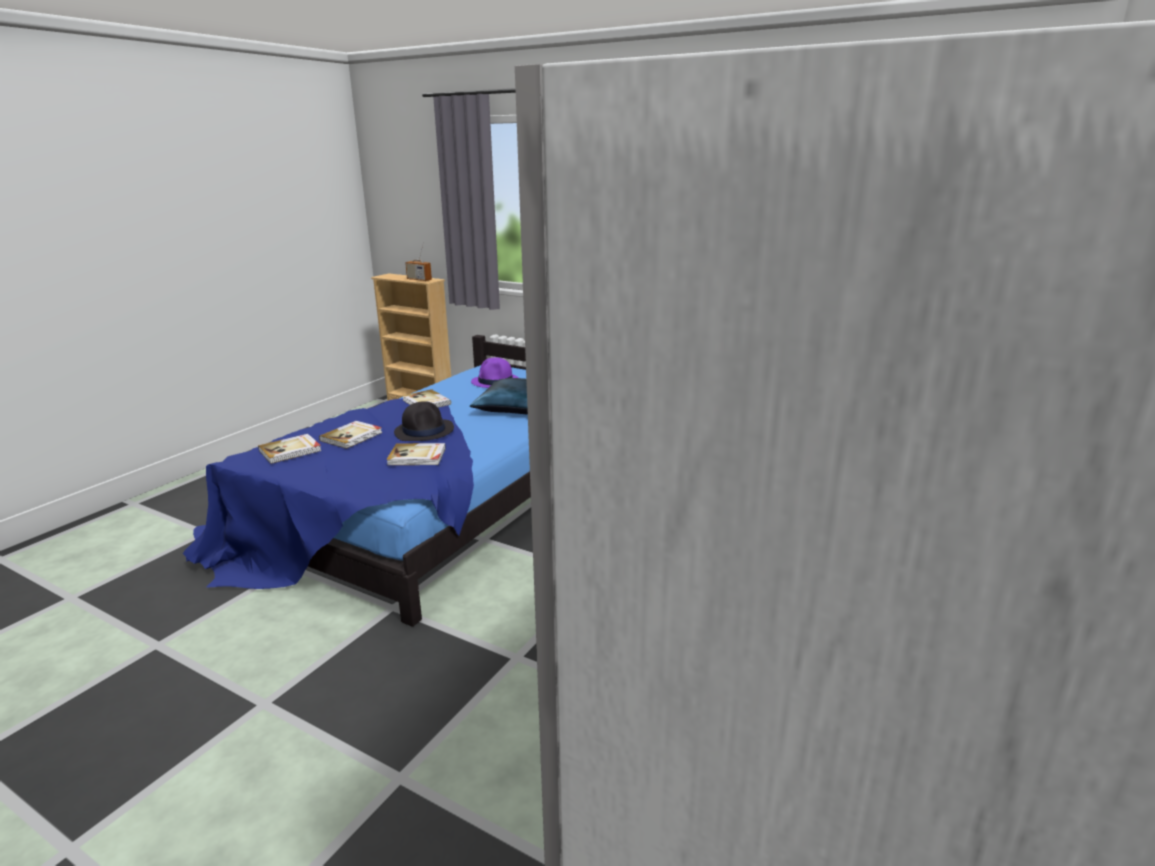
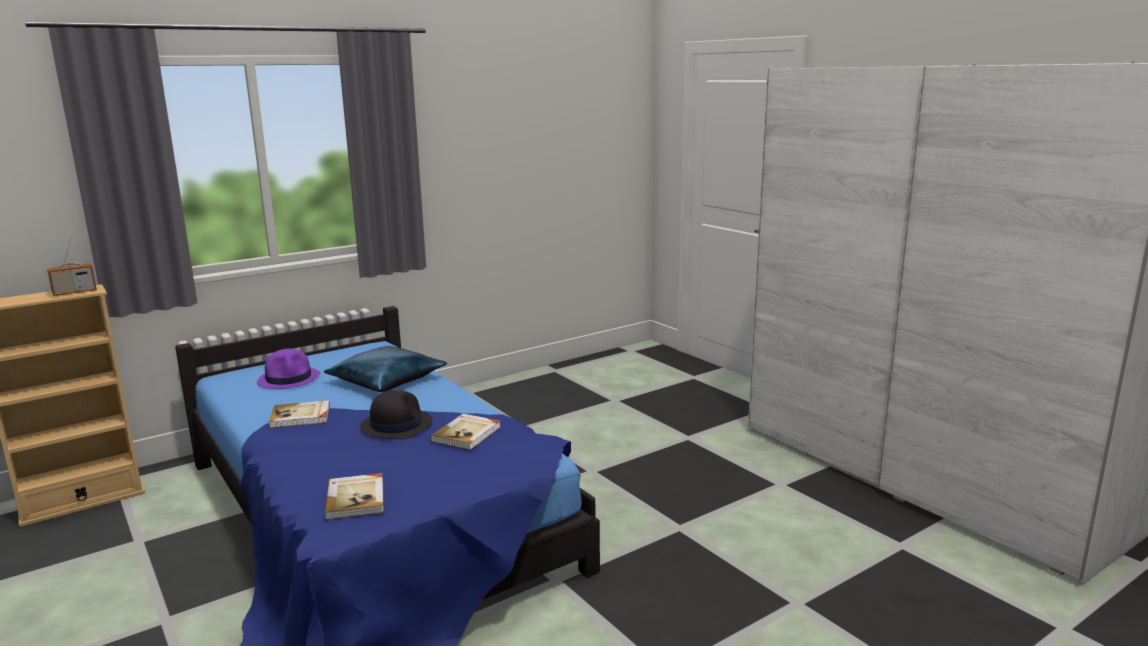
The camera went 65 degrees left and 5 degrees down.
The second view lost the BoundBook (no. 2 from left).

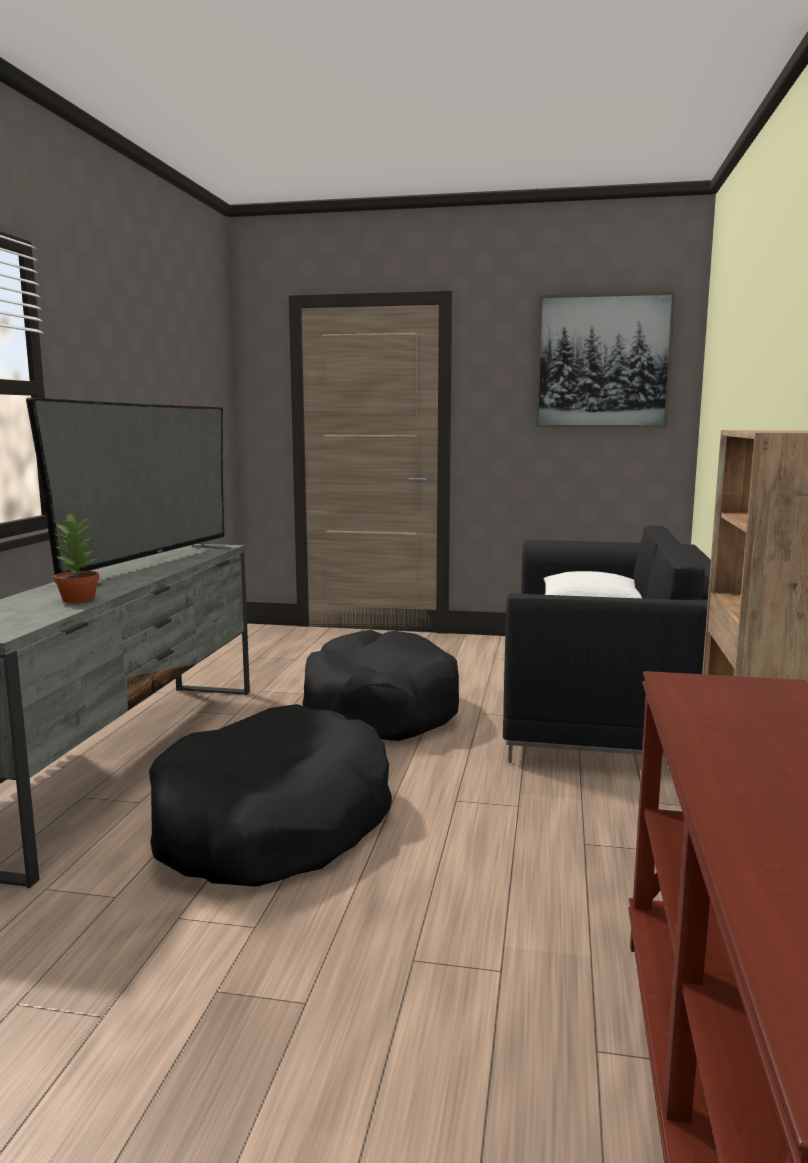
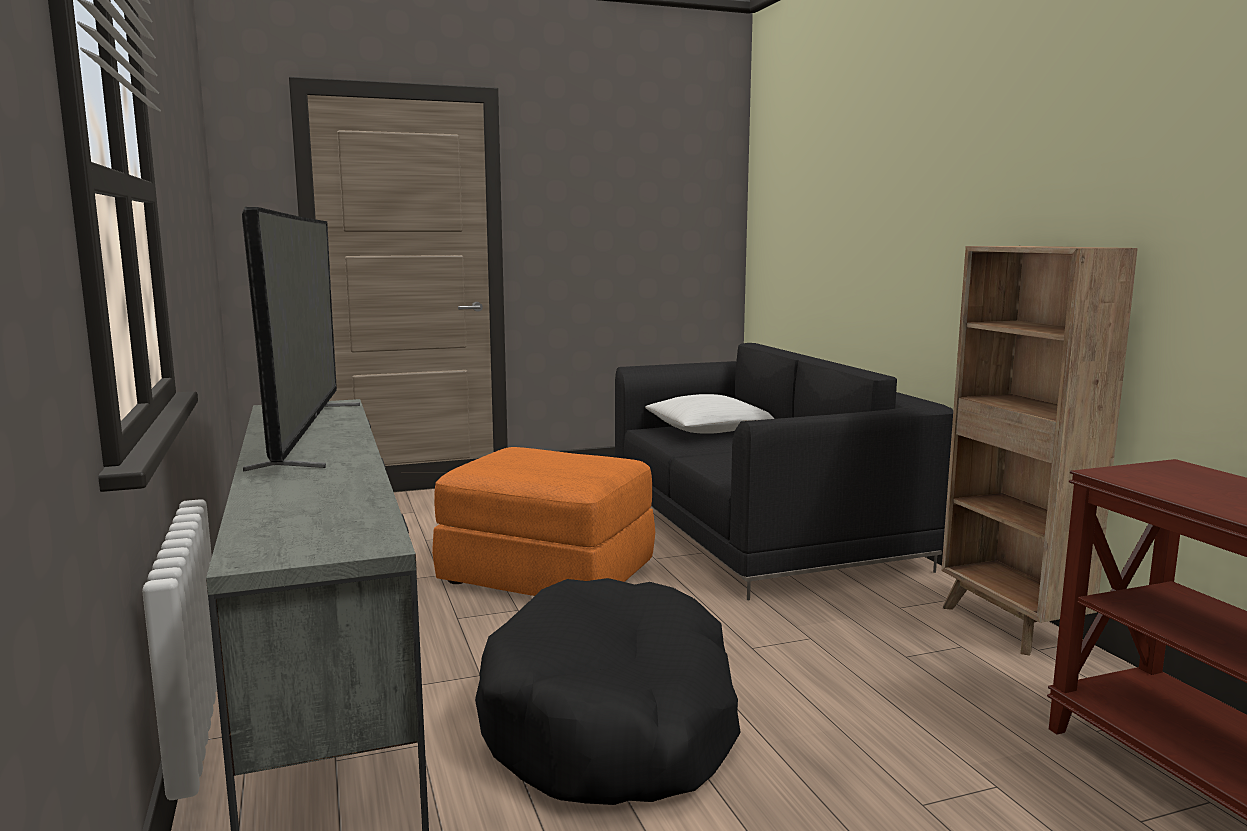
The camera went 30 degrees left and 0 degrees up.
Where the BlackColouredDogBed (no. 2 from left) stood, the OrangeOttoman came to stand.
The second view lost the Houseplant.
The second view lost the WallPicture.

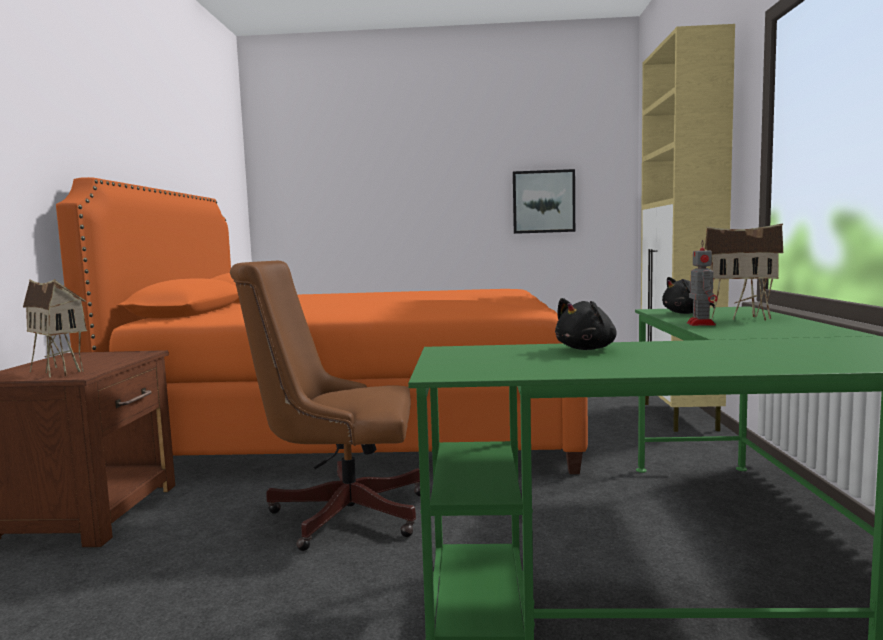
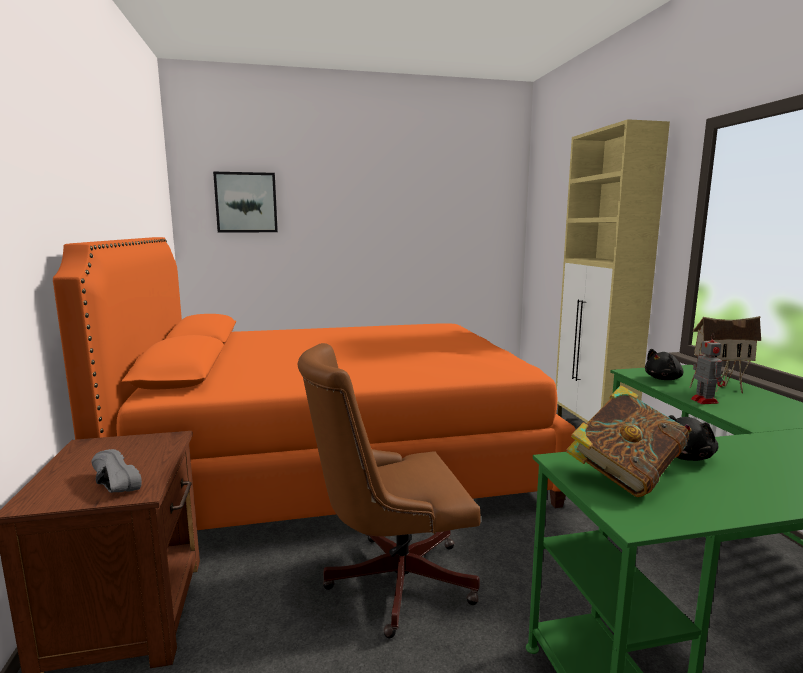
The camera went 15 degrees left and 5 degrees up.
Where the MiniatureHouse (no. 1 from left) stood, the GreyLowShoe came to stand.
The WallPicture ended up elsewhere.
The second view gained the BoundBook.

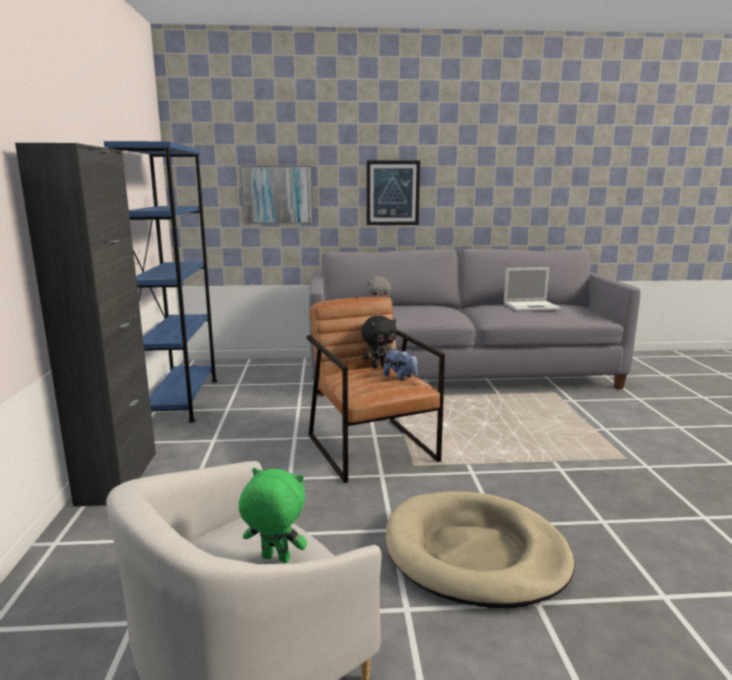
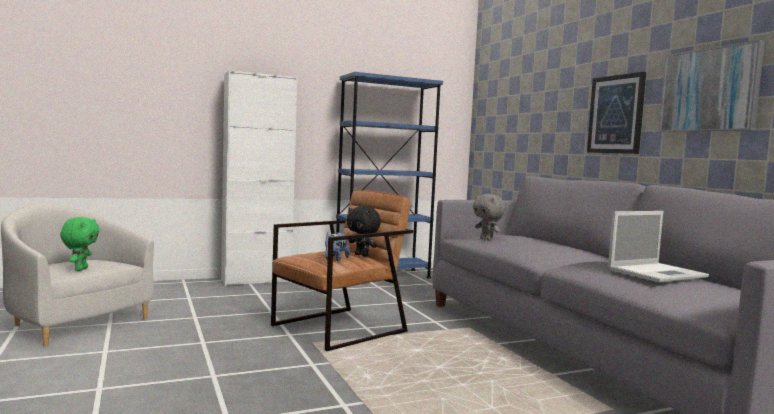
The camera went 70 degrees right and 10 degrees down.
What was the BlackColouredCupboard turned into the WhiteColouredCupboard.
The PortableComputer ended up facing another way, 90 degrees counterclockwise from before.
The WallPicture (no. 1 from left in the first image) ended up elsewhere.
The second view lost the BeigeColouredDogBed.

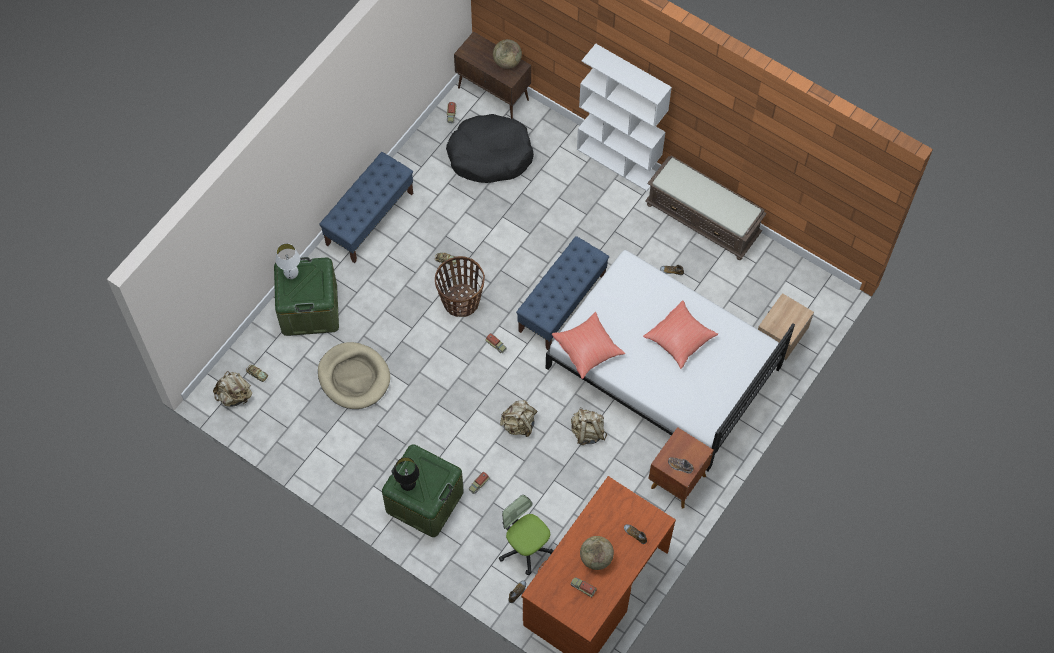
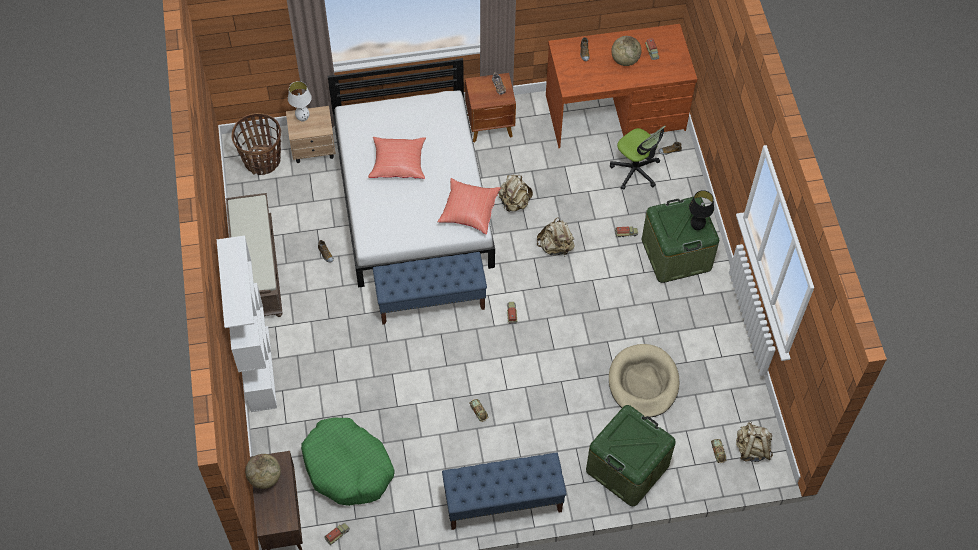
The camera went 135 degrees left and 5 degrees down.
The HouseholdBasket ended up elsewhere.
The WhiteColouredTableLamp ended up elsewhere.
What was the BlackColouredDogBed turned into the GreenishDogBed.
The ComputerChair ended up facing another way, 45 degrees counterclockwise from before.

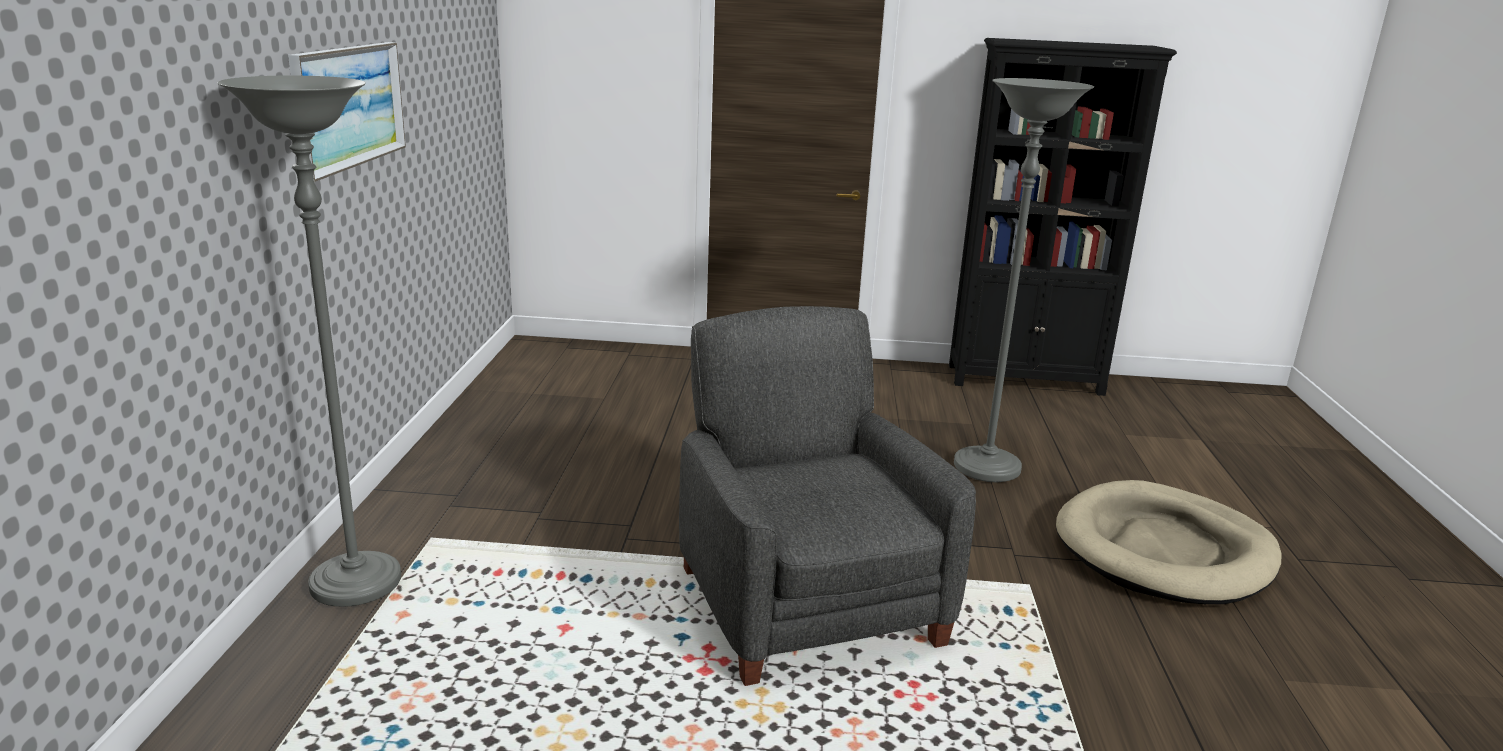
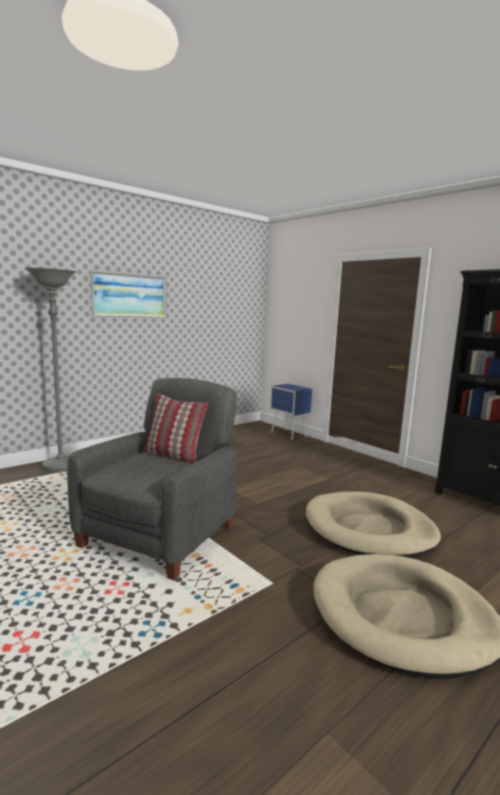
The camera went 45 degrees right and 10 degrees down.
The second view gained the ThrowPillow.
The second view gained the BluishNightstand.
Where the GreyFloorLamp (no. 2 from left) stood, the BeigeColouredDogBed (no. 1 from left) came to stand.

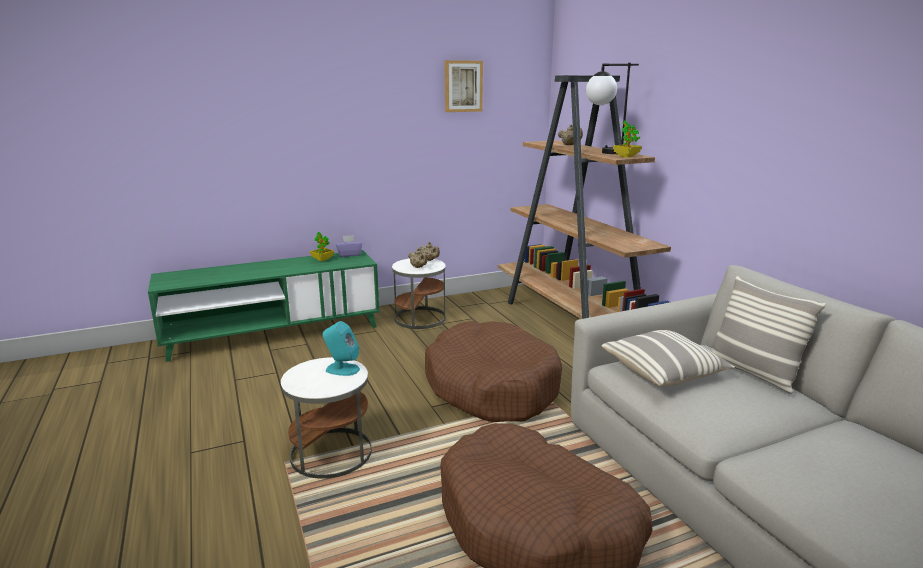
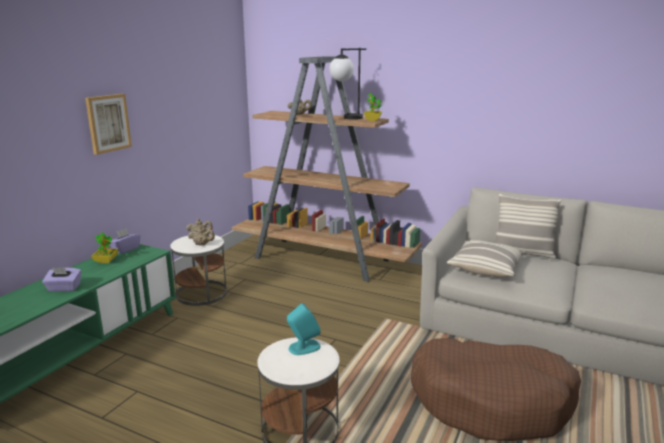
The camera went 40 degrees left and 0 degrees up.
The second view gained the PurpleTissueBox (no. 1 from left).
The WallPicture ended up elsewhere.
The second view lost the BrownishDogBed (no. 1 from left).

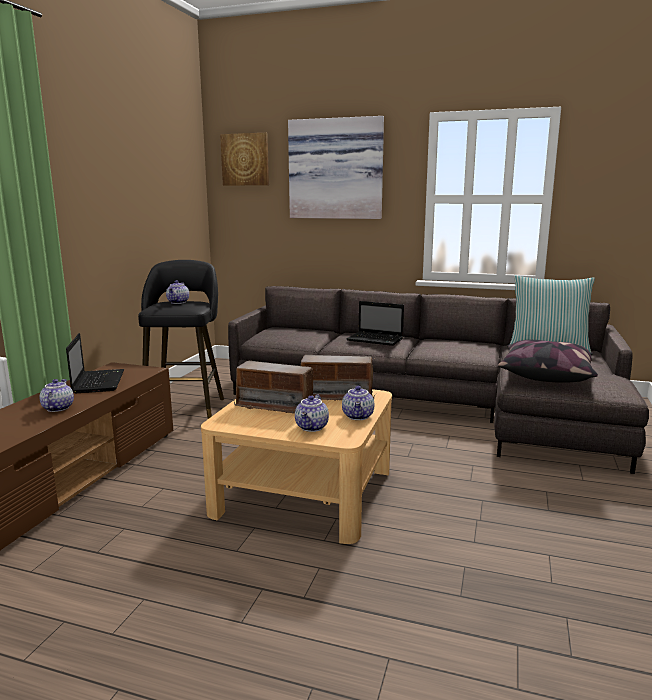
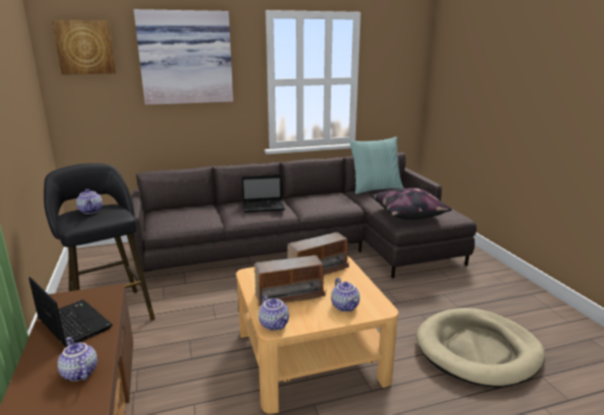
The camera went 35 degrees left and 5 degrees up.
The PotForTea (no. 4 from left in the first image) ended up elsewhere.
The second view gained the BeigeColouredDogBed.

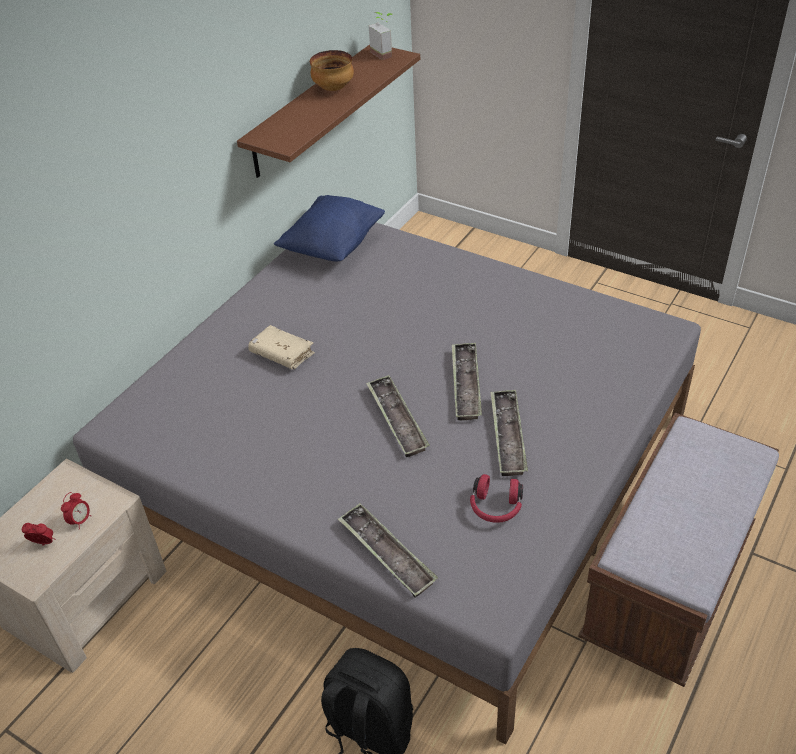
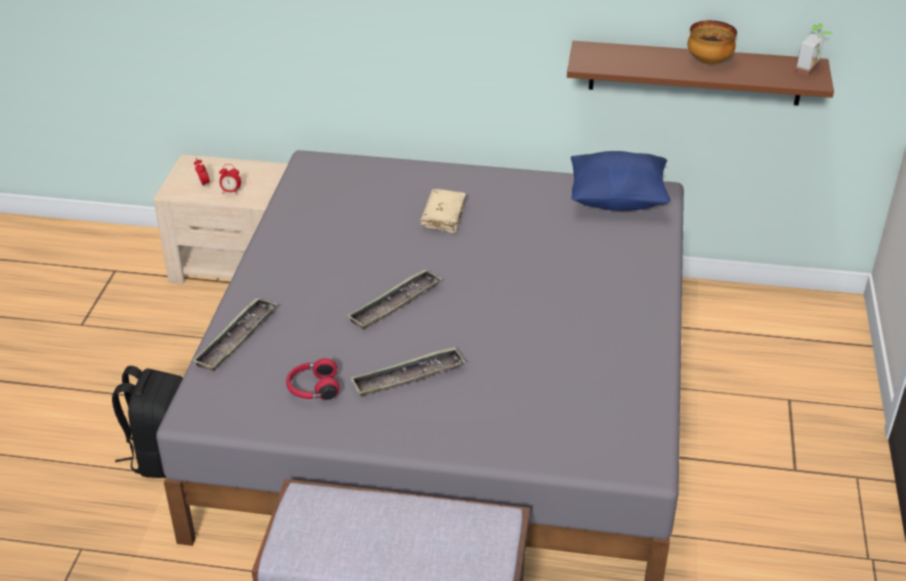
The camera went 65 degrees right and 5 degrees down.
The second view lost the Tray (no. 3 from left).

